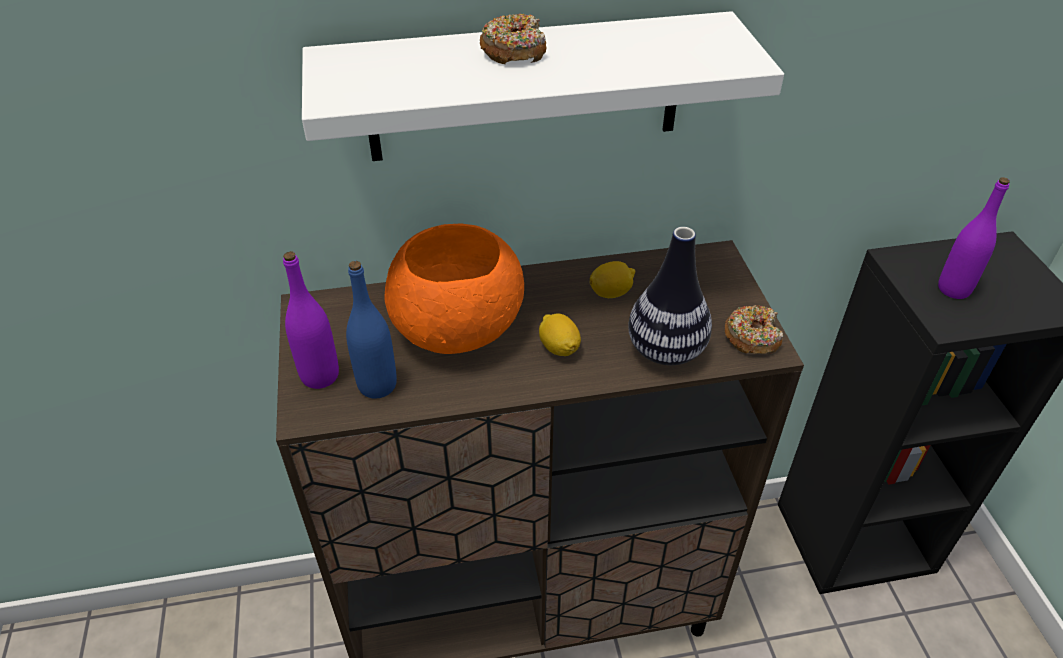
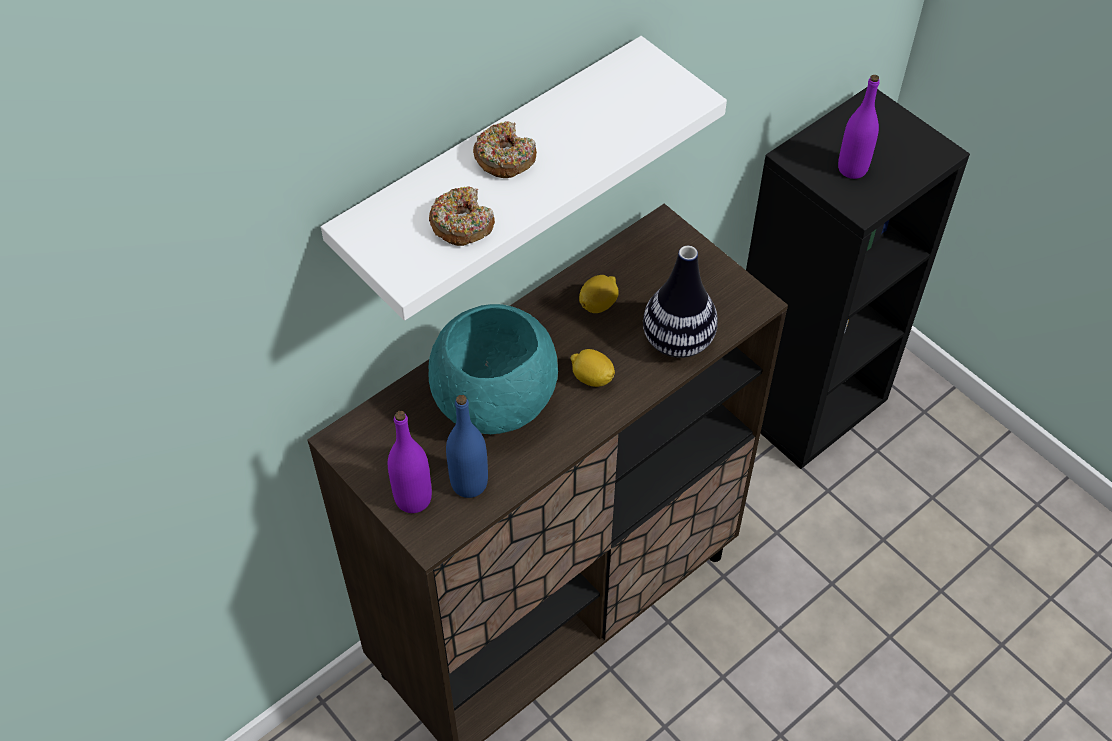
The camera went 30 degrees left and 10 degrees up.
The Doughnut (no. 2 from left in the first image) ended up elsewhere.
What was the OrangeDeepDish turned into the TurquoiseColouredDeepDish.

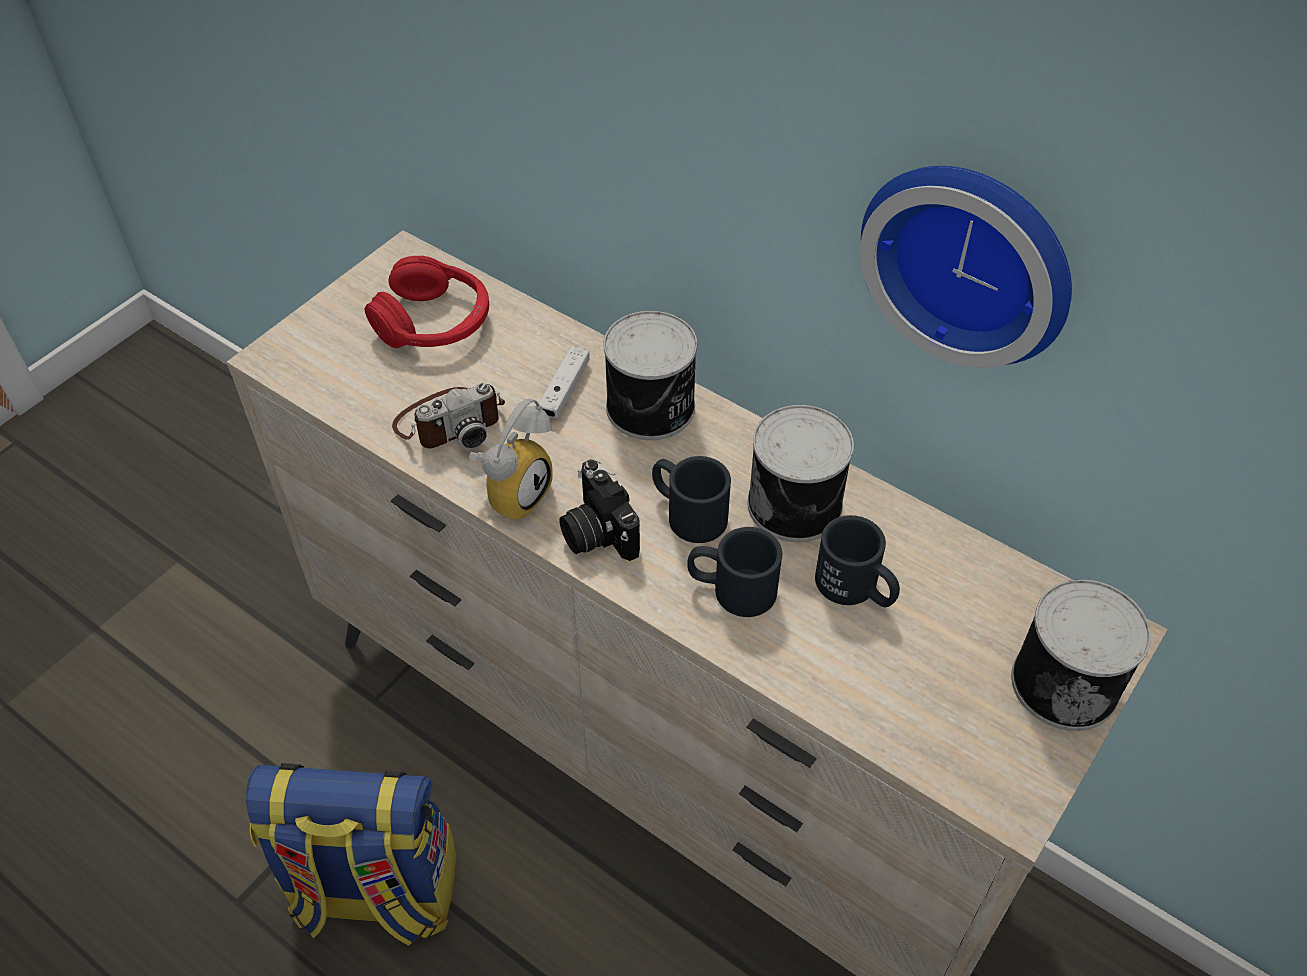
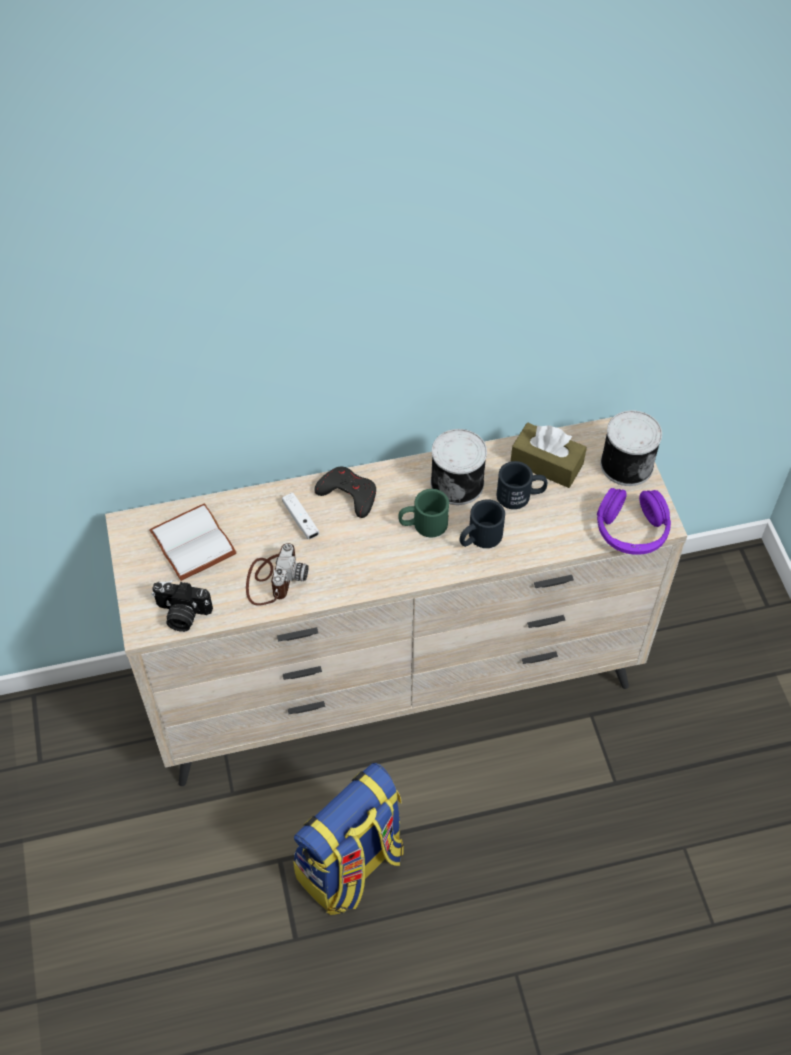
The camera went 50 degrees left and 5 degrees up.
Where the ReddishHeadset stood, the WhiteColouredBoundBook came to stand.
The StillCamera (no. 2 from left in the first image) ended up elsewhere.
Where the Can (no. 1 from left) stood, the BlackColouredGamepad came to stand.
What was the BlackColouredTeaMug (no. 1 from left) turned into the GreenishTeaMug.
The second view gained the BrownishTissueBox.
The second view gained the PurpleHeadset.
The second view lost the AlarmClock.
The second view lost the WallClock.

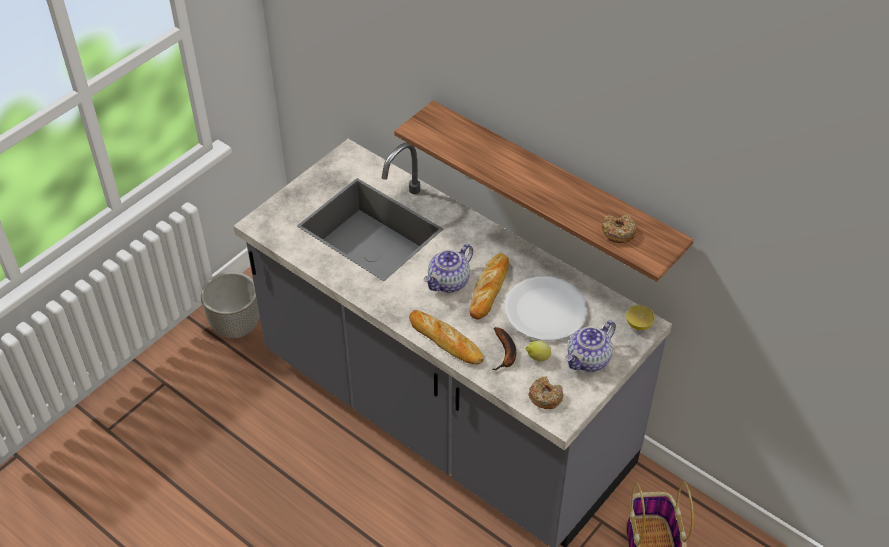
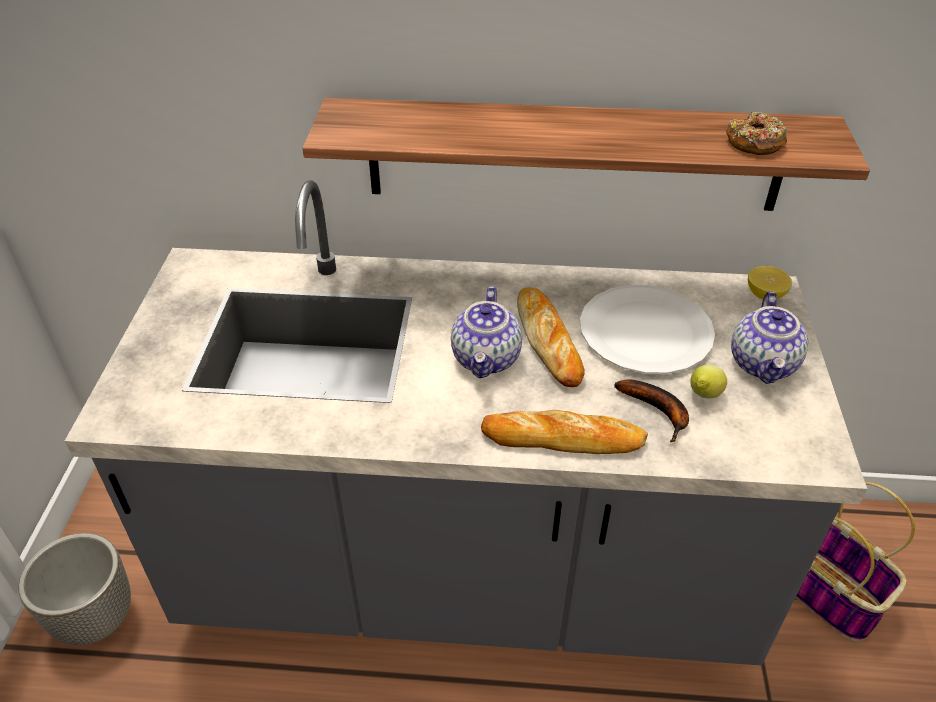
The camera went 35 degrees left and 5 degrees down.
The second view lost the Doughnut (no. 1 from left).

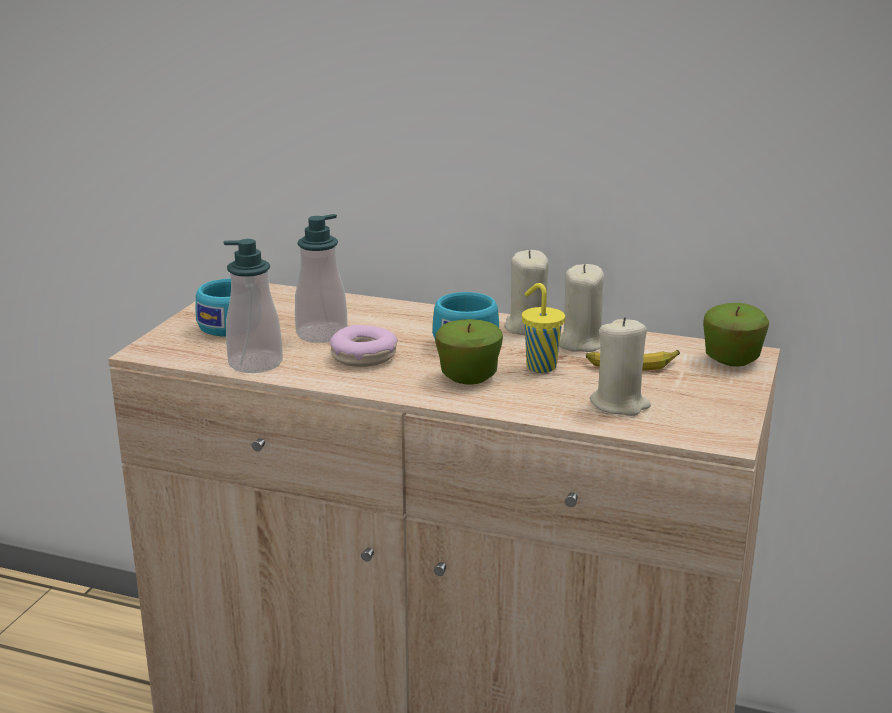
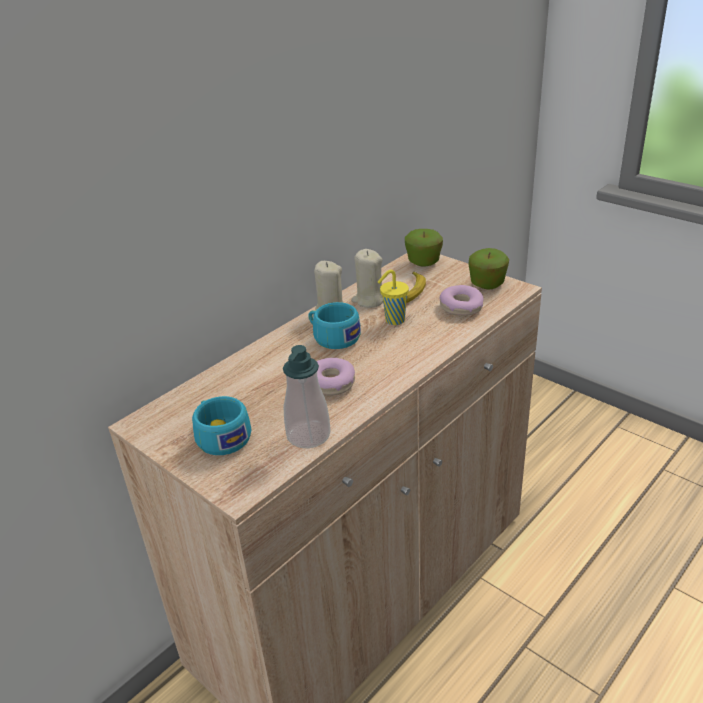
The camera went 65 degrees left and 10 degrees up.
Where the BeigeColouredWaxLight (no. 3 from left) stood, the Doughnut (no. 2 from left) came to stand.
The AppleFruit (no. 1 from left in the first image) ended up elsewhere.
The second view lost the SoapBottle (no. 2 from left).

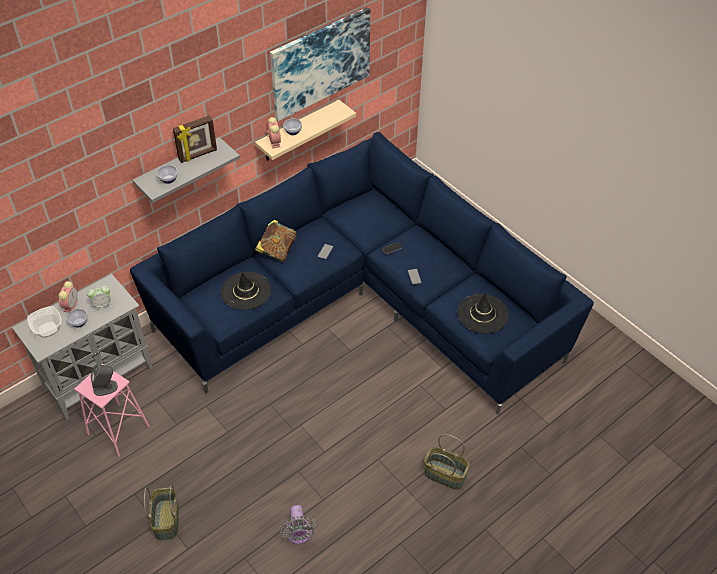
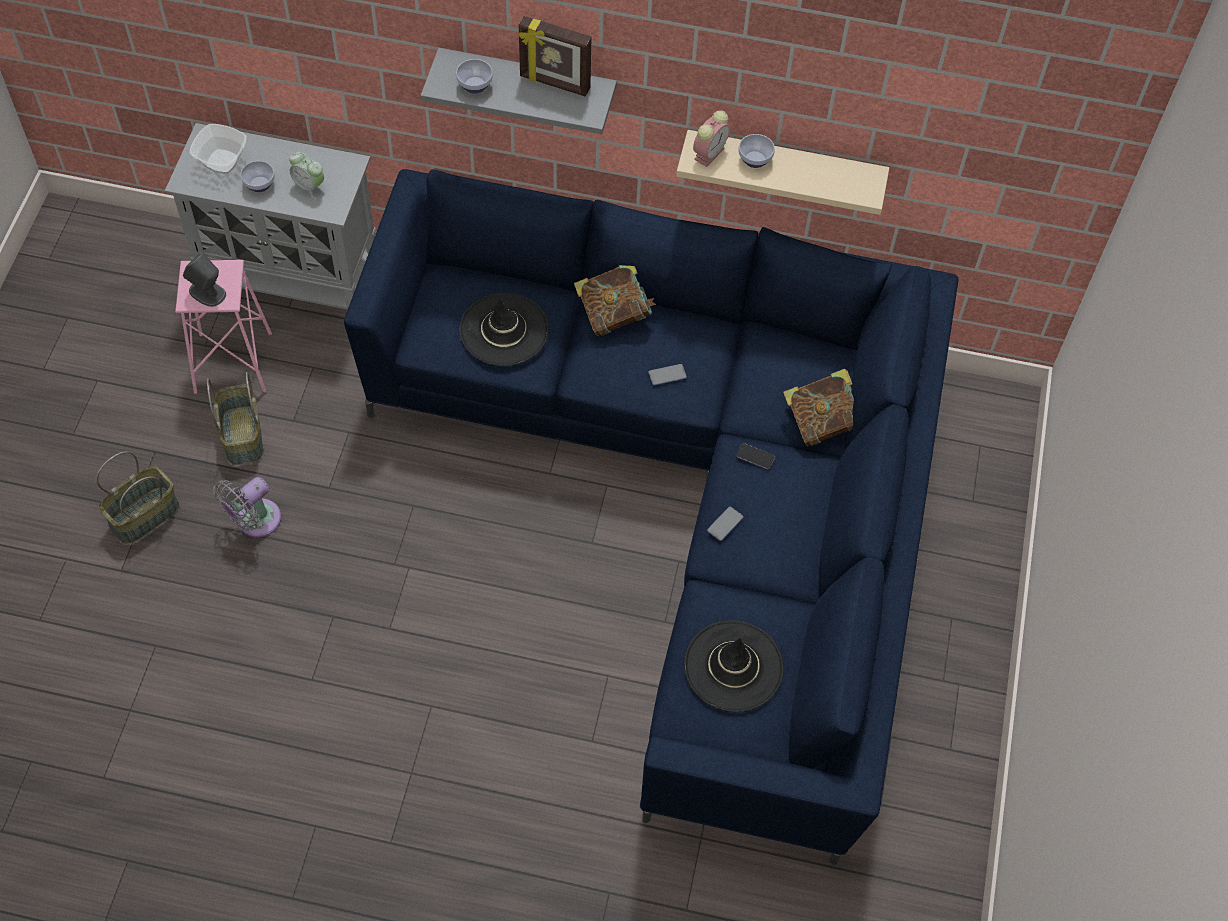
The camera went 50 degrees right and 10 degrees up.
The HouseholdBasket (no. 2 from left) ended up elsewhere.
The GreyElectricFan ended up elsewhere.
The second view gained the BoundBook (no. 2 from left).
The second view lost the AlarmClock (no. 1 from left).
The second view lost the WallPicture.

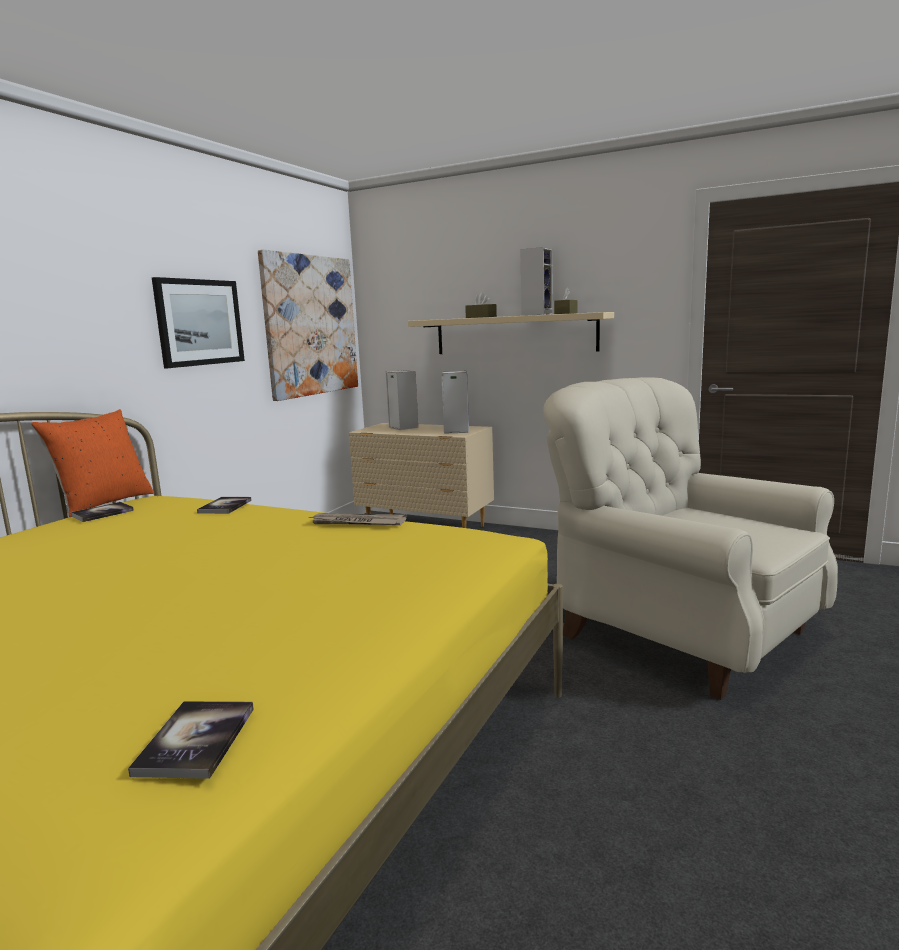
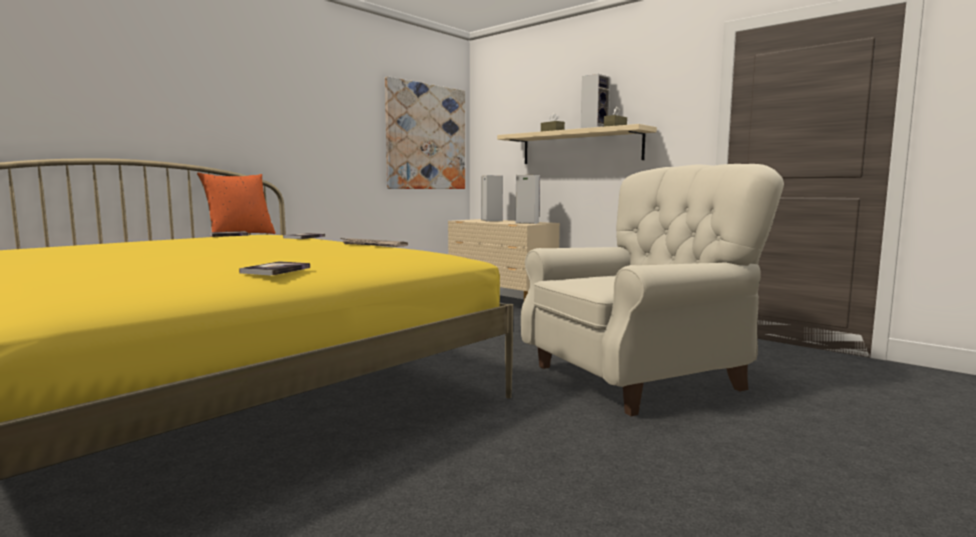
The camera went 15 degrees right and 5 degrees down.
The BoundBook (no. 2 from left) ended up elsewhere.
The BeigeColouredEasyChair ended up facing another way, 90 degrees clockwise from before.
The second view lost the WallPicture (no. 1 from left).

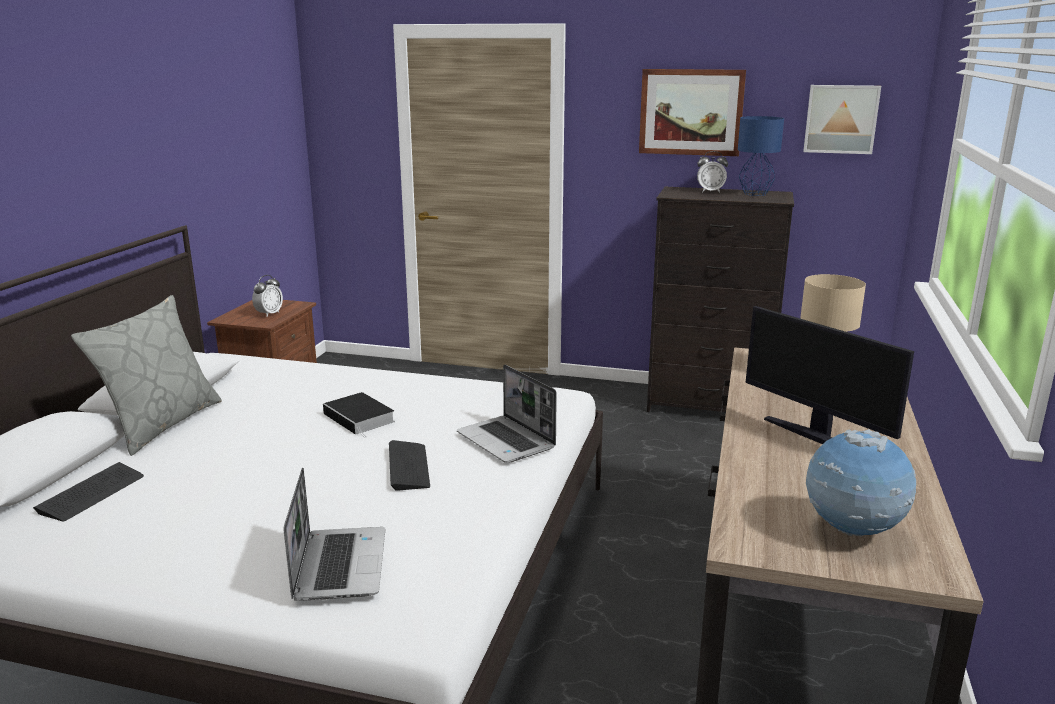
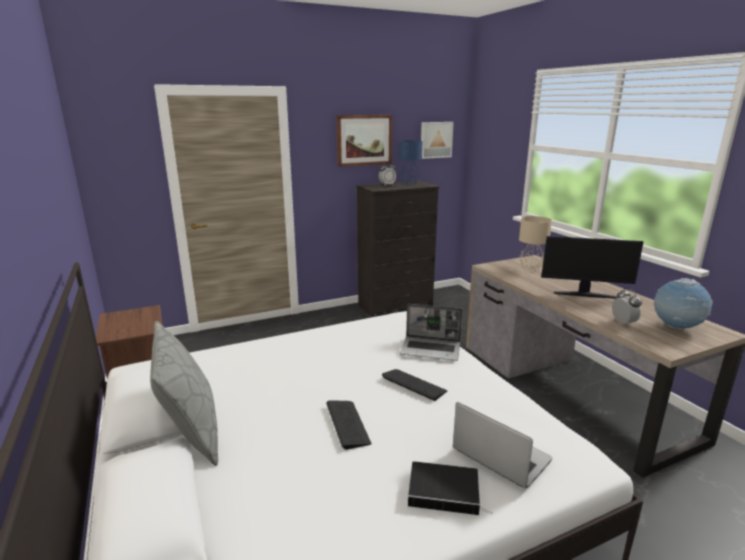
The camera went 40 degrees left and 0 degrees up.
The PcKeyboard (no. 1 from left) ended up elsewhere.
The BoundBook ended up elsewhere.
The AlarmClock (no. 1 from left in the first image) ended up elsewhere.

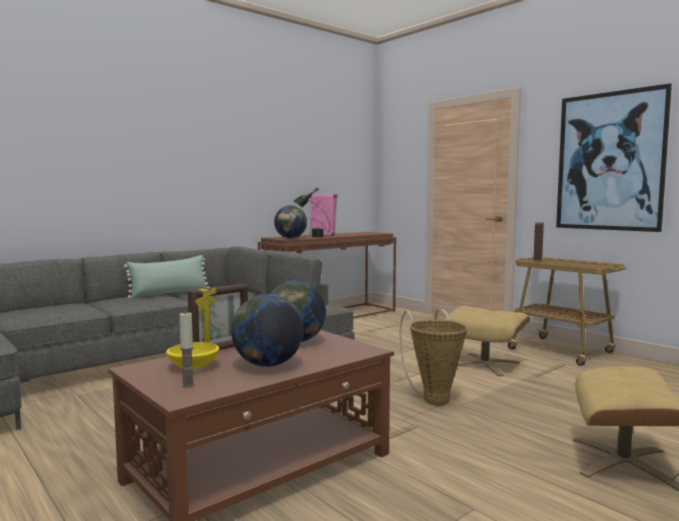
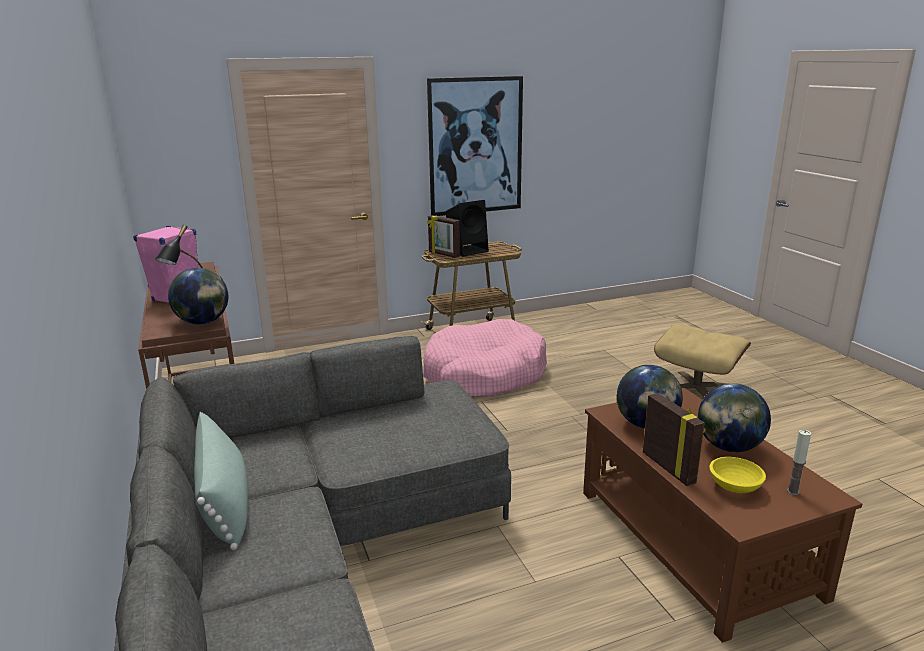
The camera went 70 degrees left and 15 degrees up.
Where the BeigeColouredOttoman (no. 1 from left) stood, the PinkishDogBed came to stand.
The second view gained the BlackColouredAudioSpeaker.
The second view lost the HouseholdBasket.

